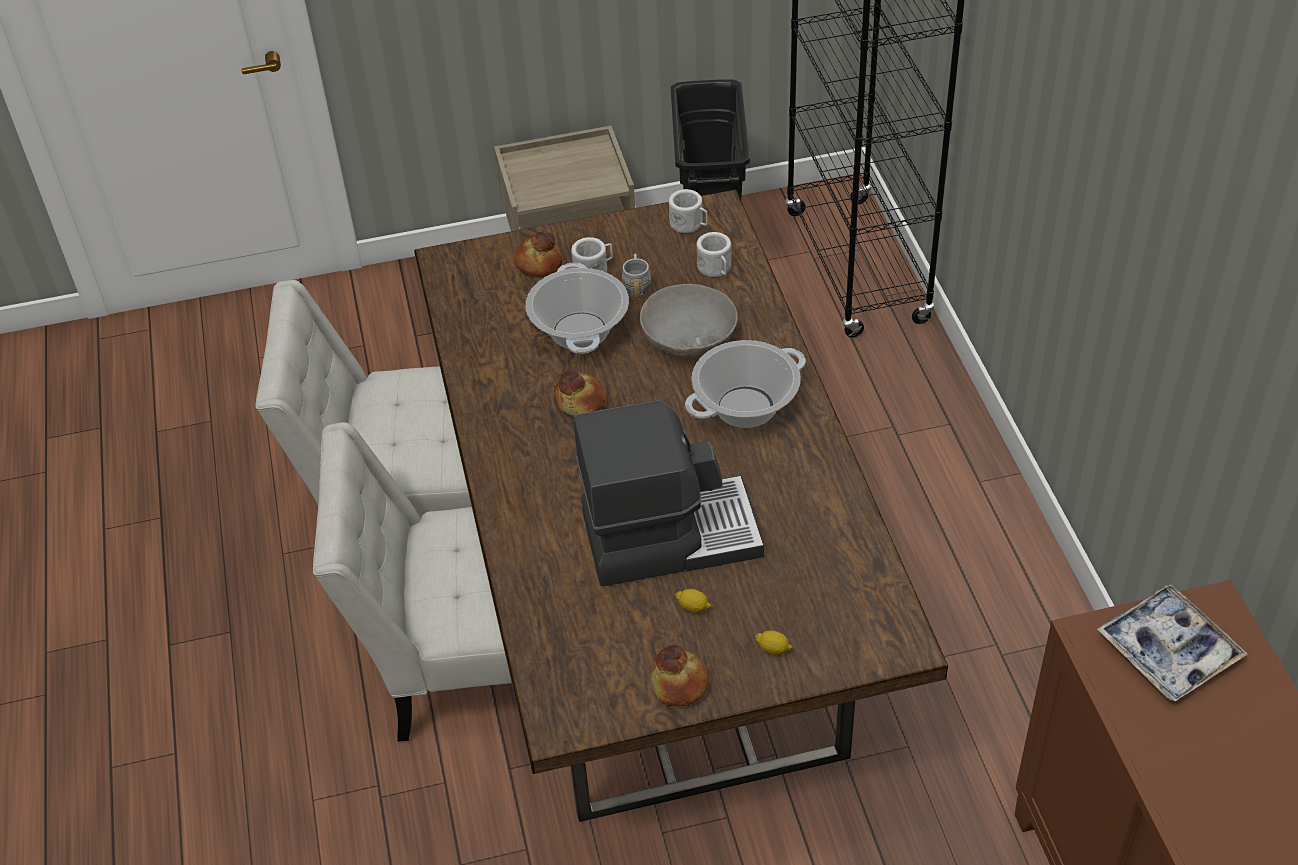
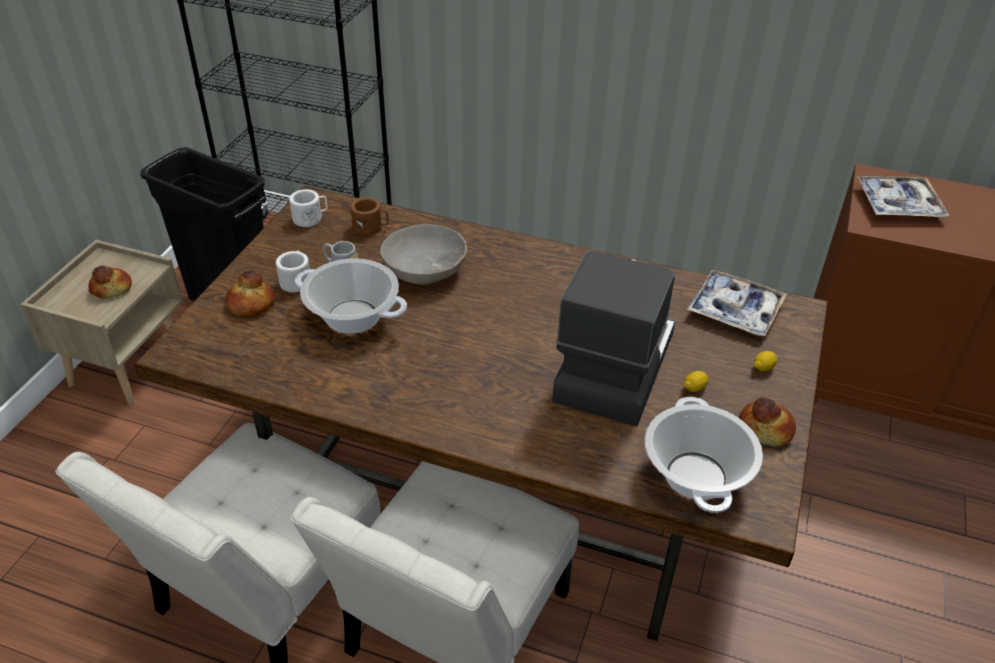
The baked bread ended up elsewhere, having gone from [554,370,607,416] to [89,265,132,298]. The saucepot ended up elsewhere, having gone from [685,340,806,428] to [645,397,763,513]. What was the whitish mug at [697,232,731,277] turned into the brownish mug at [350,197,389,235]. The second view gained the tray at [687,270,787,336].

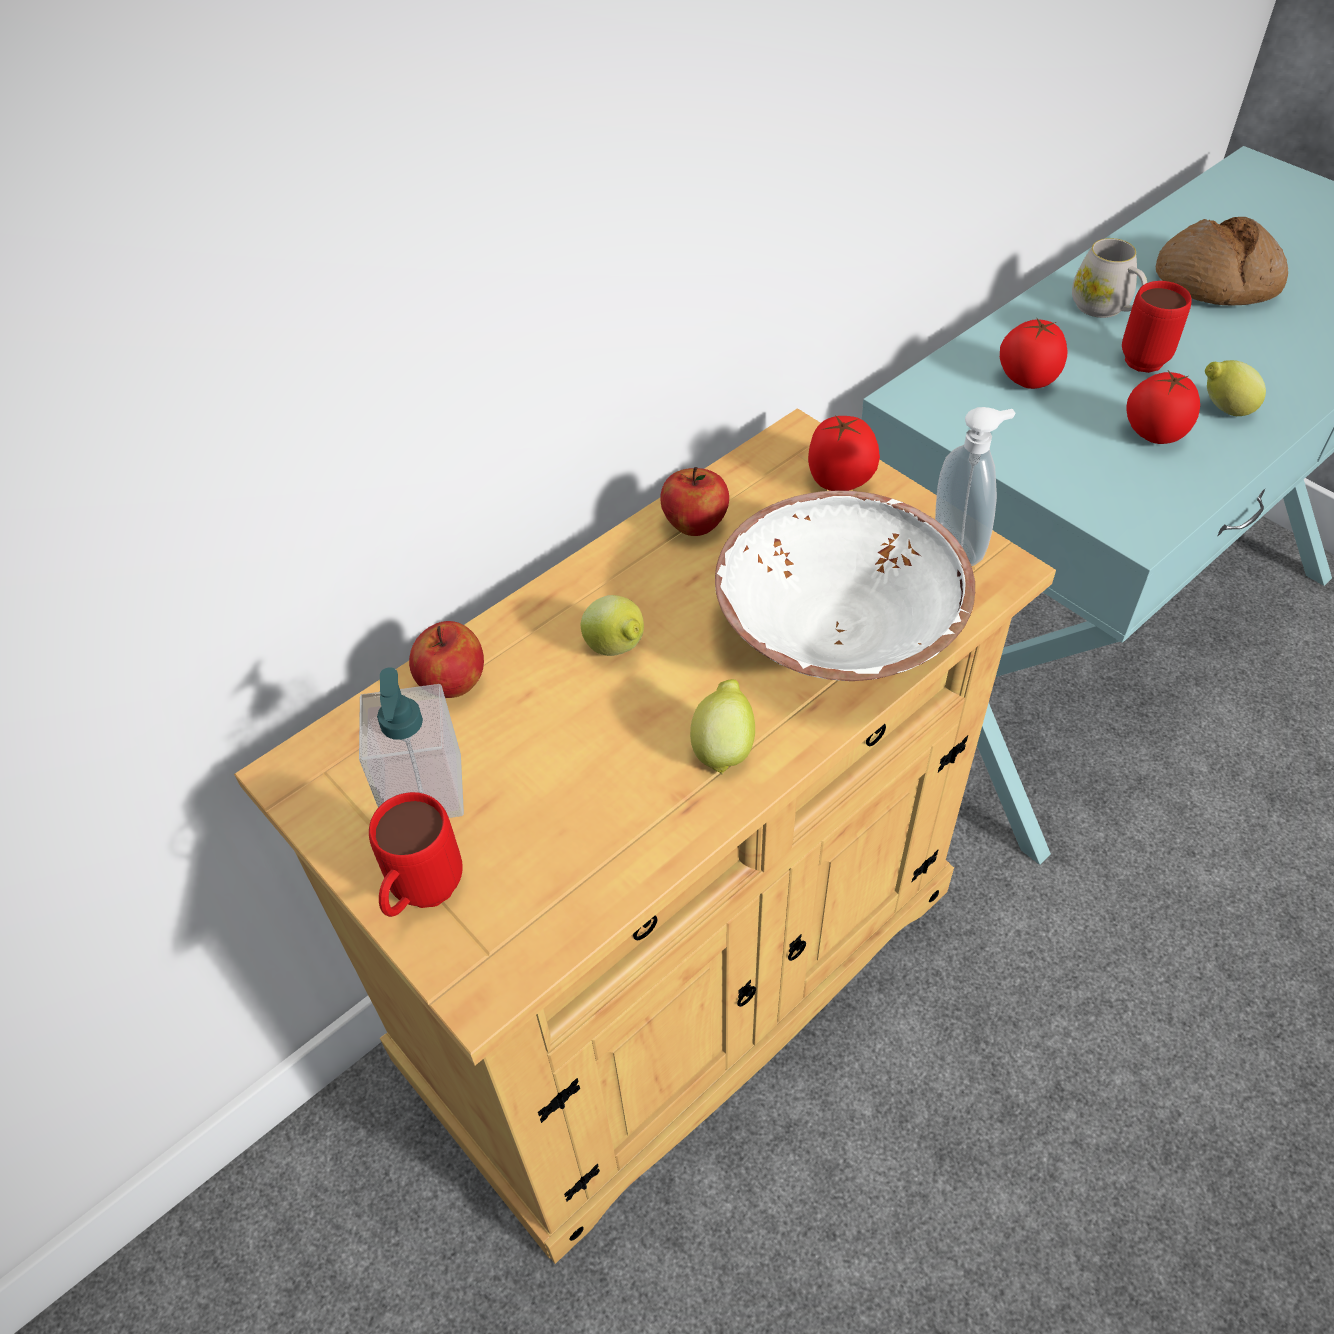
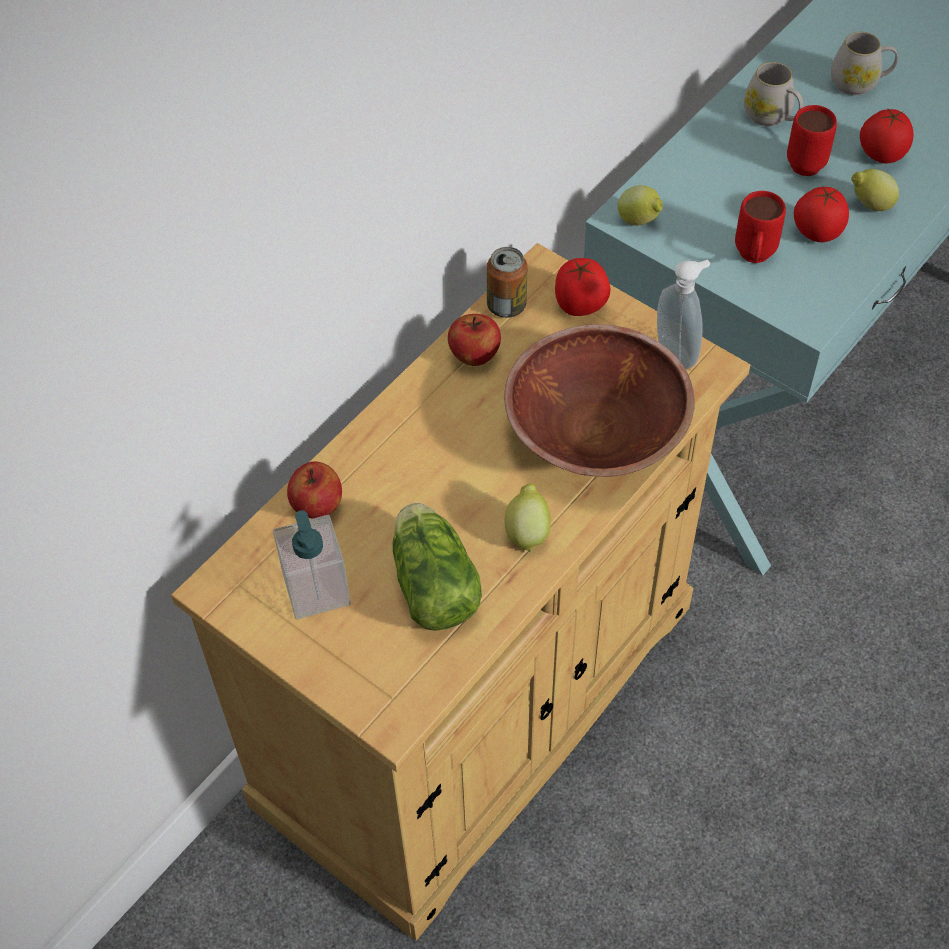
The red-coloured mug ended up elsewhere, having gone from [369,792,463,917] to [735,191,786,263]. The lemon ended up elsewhere, having gone from [581,595,644,656] to [618,185,663,226]. What was the whitish deep dish at [715,490,975,681] turned into the brownish deep dish at [504,324,695,477]. The fresh tomato ended up elsewhere, having gone from [1000,317,1067,389] to [860,109,914,163]. Where the baked bread stood at [1156,217,1288,305], the whitish mug came to stand at [831,32,898,95]. The second view gained the lettuce head at [393,503,482,631]. The second view gained the metal can at [487,247,528,318].

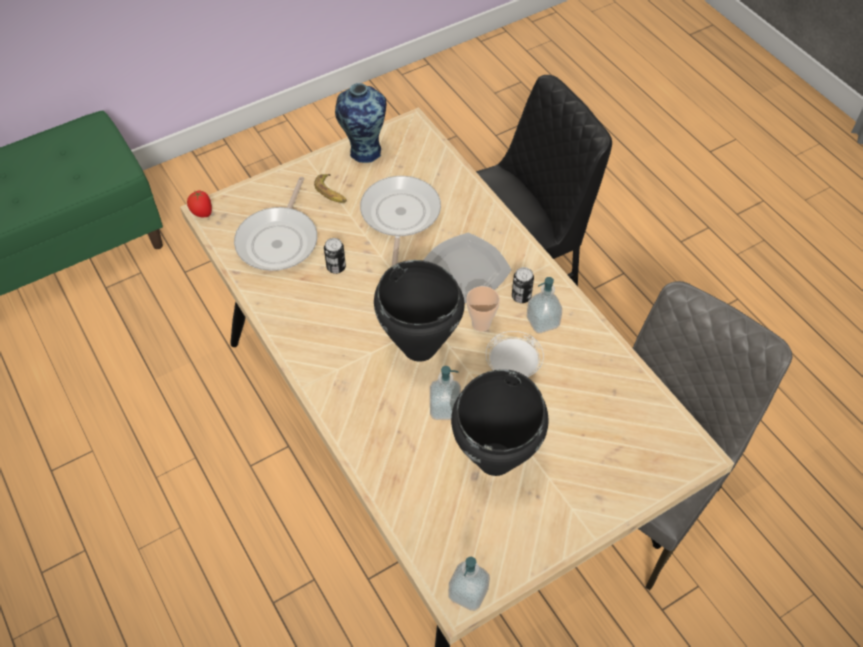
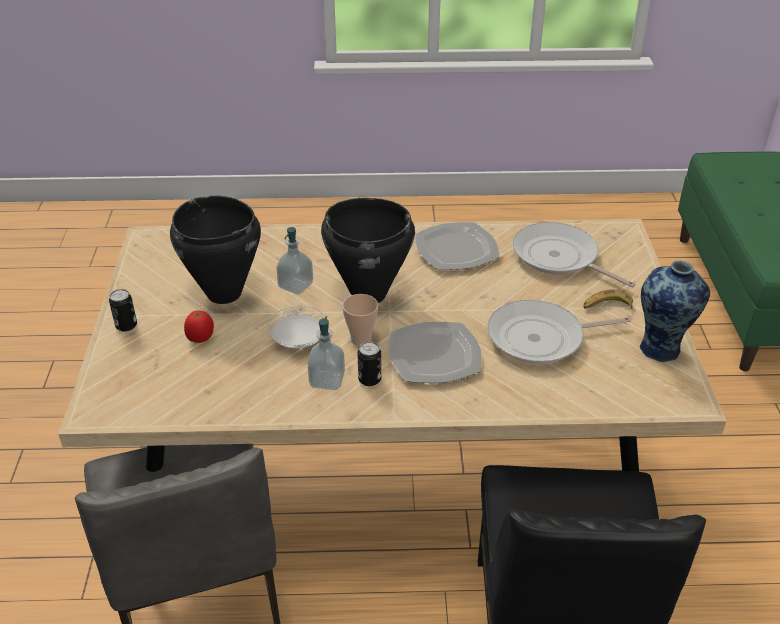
The fresh tomato ended up elsewhere, having gone from [187,191,212,217] to [184,310,214,343]. The metal can ended up elsewhere, having gone from [324,238,346,274] to [109,289,137,331]. The frying pan at [360,176,441,266] ended up facing another way, 135 degrees clockwise from before. The second view lost the liquid soap bottle at [448,557,490,611]. The second view gained the dinner plate at [415,222,500,270].

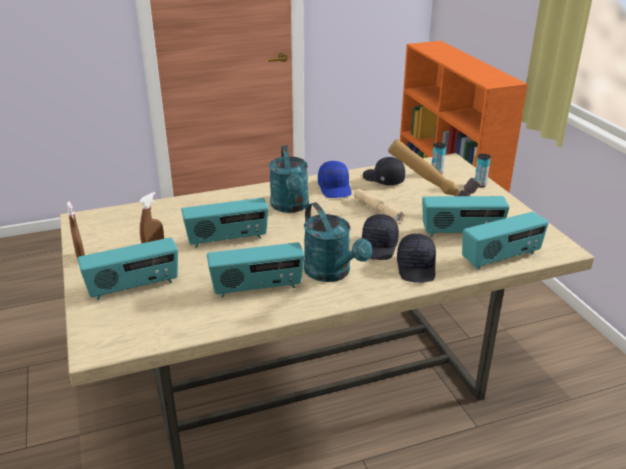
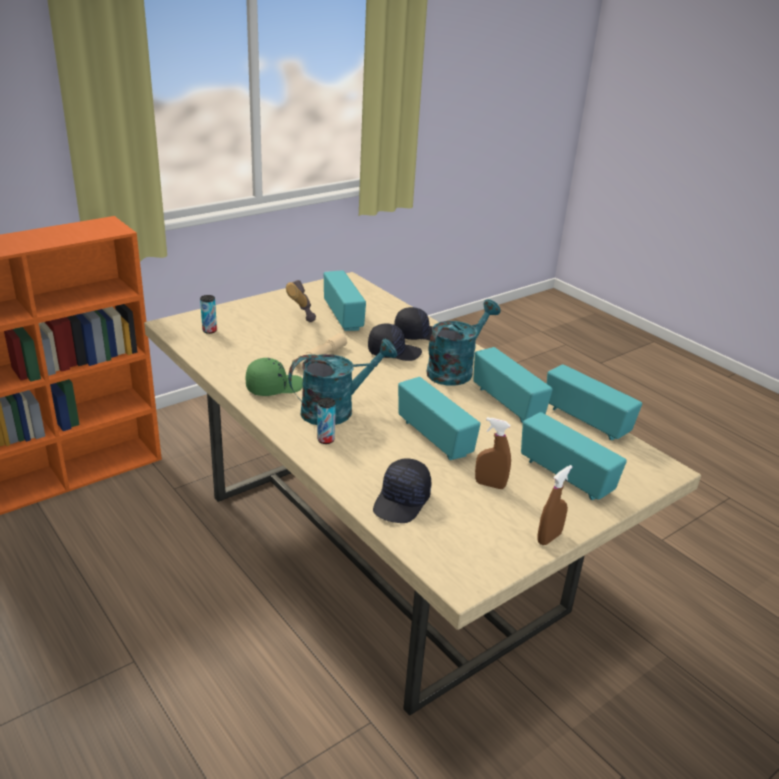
What was the bluish cap at [318,161,351,198] turned into the green cap at [246,358,303,396]. The black-coloured cap ended up elsewhere, having gone from [363,157,405,185] to [373,458,432,523]. The radio set ended up elsewhere, having gone from [462,212,549,270] to [547,364,642,440]. The metal can ended up elsewhere, having gone from [475,154,491,187] to [317,397,336,444].

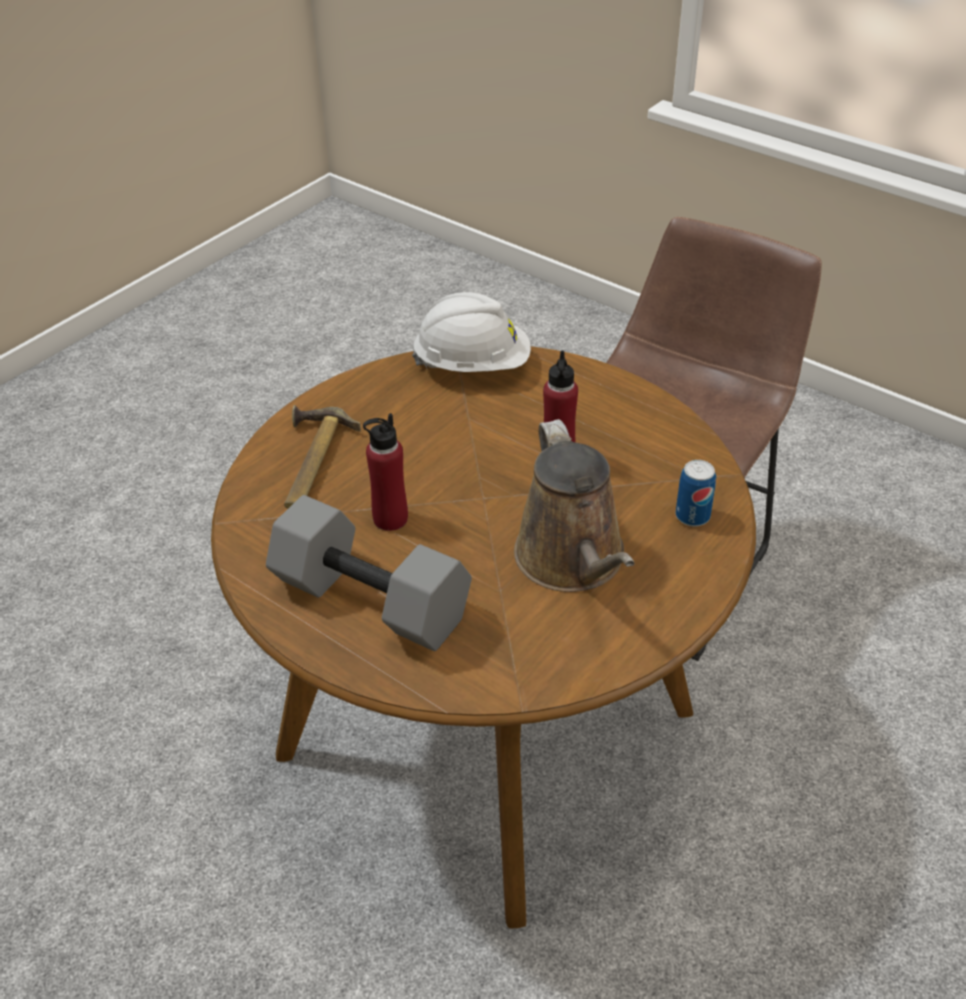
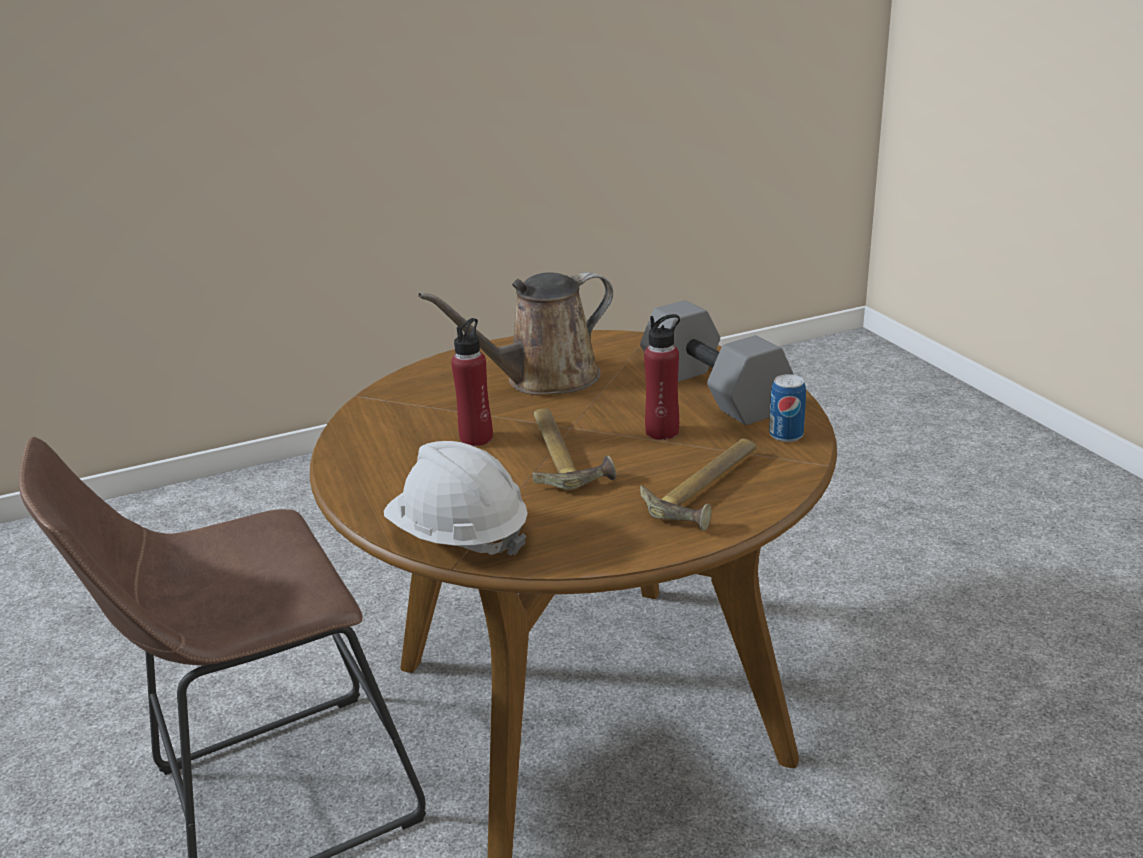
The brownish sprinkling can at [514,419,635,592] ended up facing another way, 135 degrees counterclockwise from before. The metal can ended up elsewhere, having gone from [676,460,716,527] to [769,374,806,442]. The second view gained the hand hammer at [532,408,617,490].

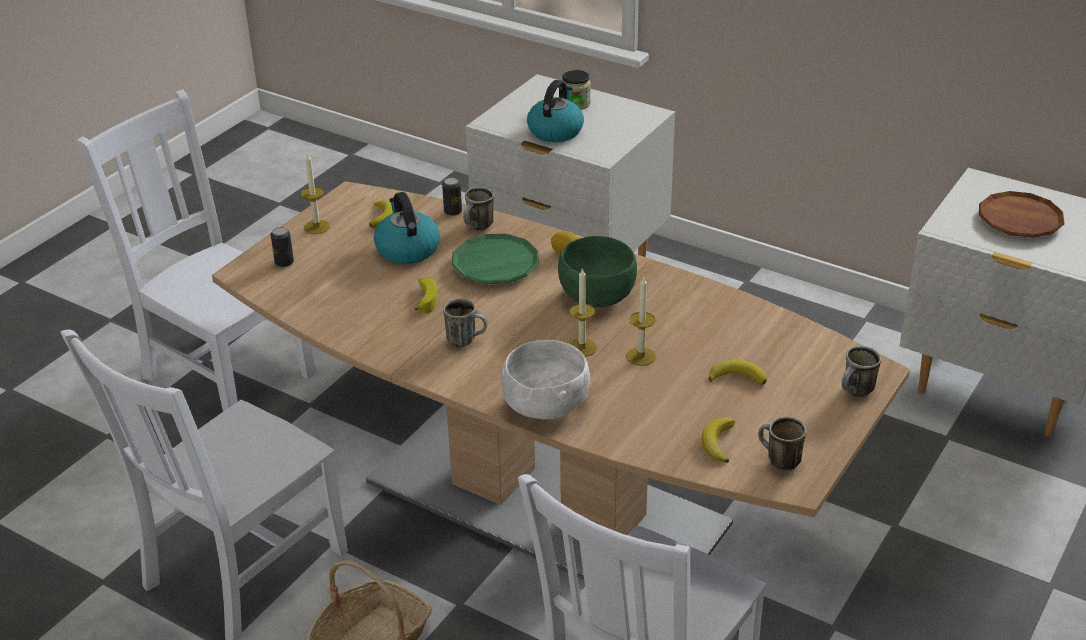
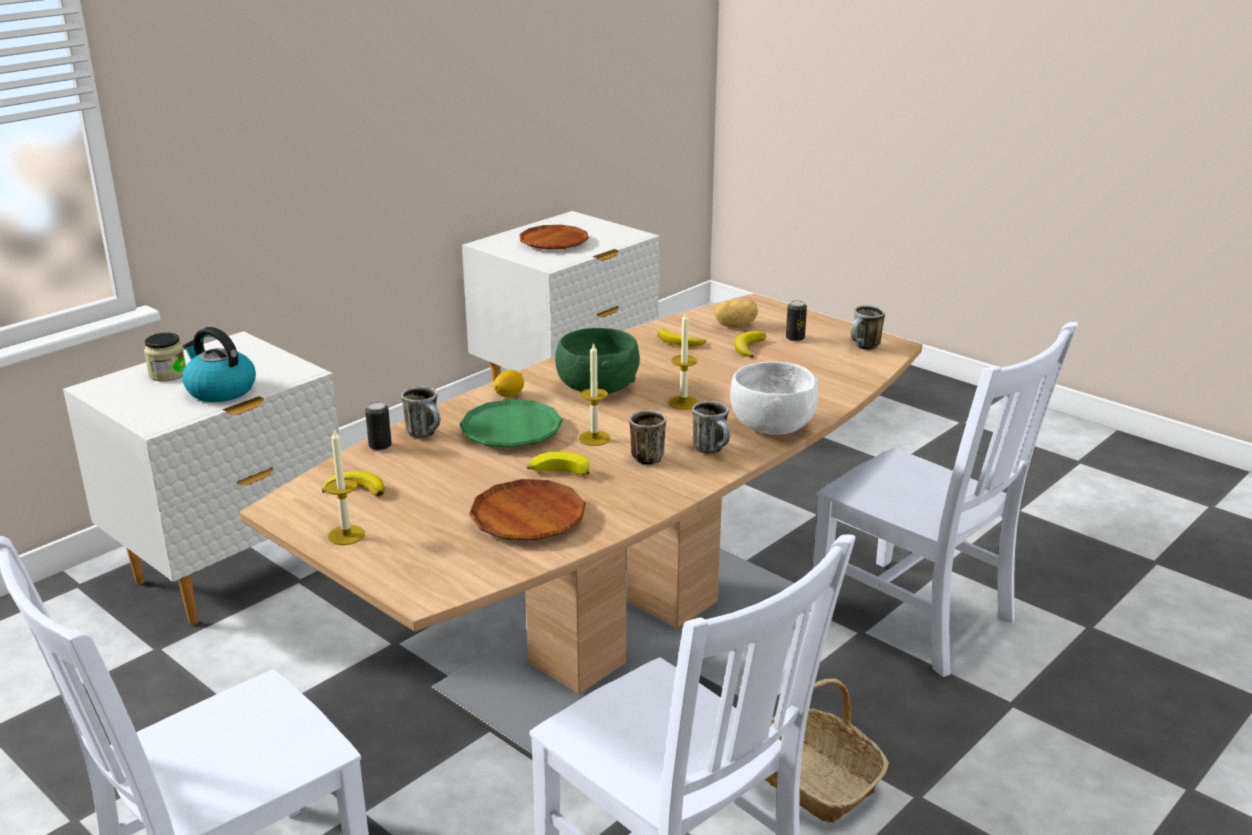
The metal can ended up elsewhere, having gone from [270,227,294,267] to [786,301,807,341]. The second view lost the water kettle at [374,192,440,264]. The candle ended up elsewhere, having gone from [626,276,656,366] to [579,342,610,446]. The banana fruit ended up elsewhere, having gone from [702,417,735,463] to [657,329,706,346]. The mug ended up elsewhere, having gone from [841,346,881,397] to [692,401,730,453]. The second view gained the brownish dinner plate at [469,479,586,541]. The second view gained the potato at [714,299,758,328].

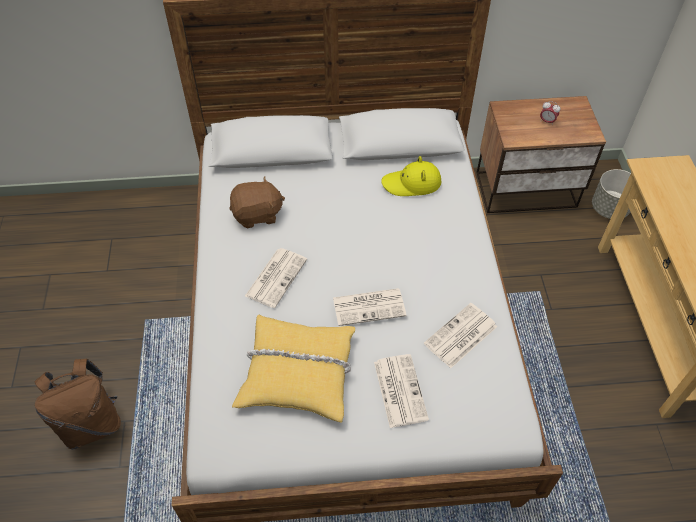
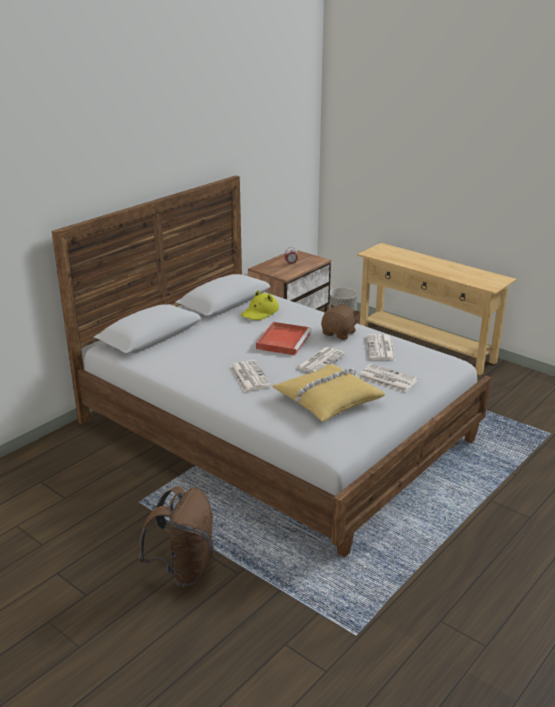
The brownish cuddly toy ended up elsewhere, having gone from [229,176,285,228] to [321,305,360,340]. The second view gained the red-coloured tray at [256,322,312,355].

